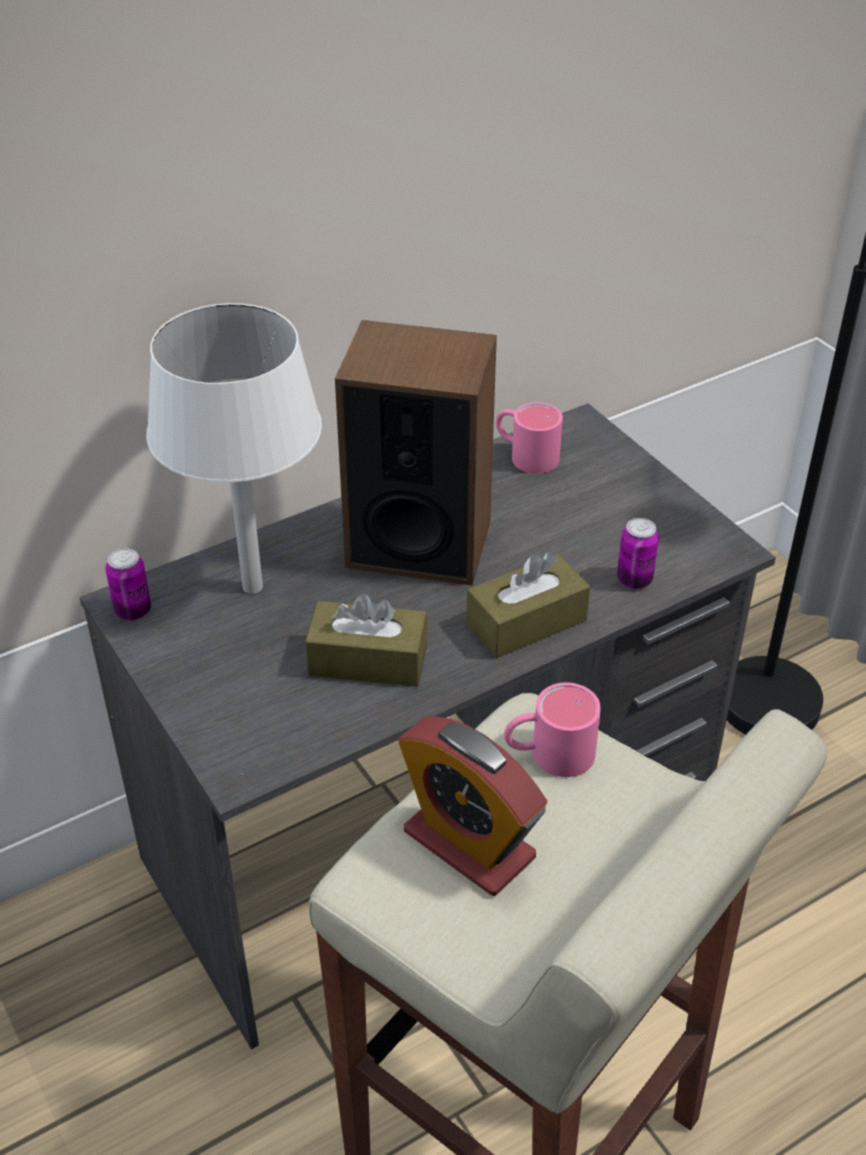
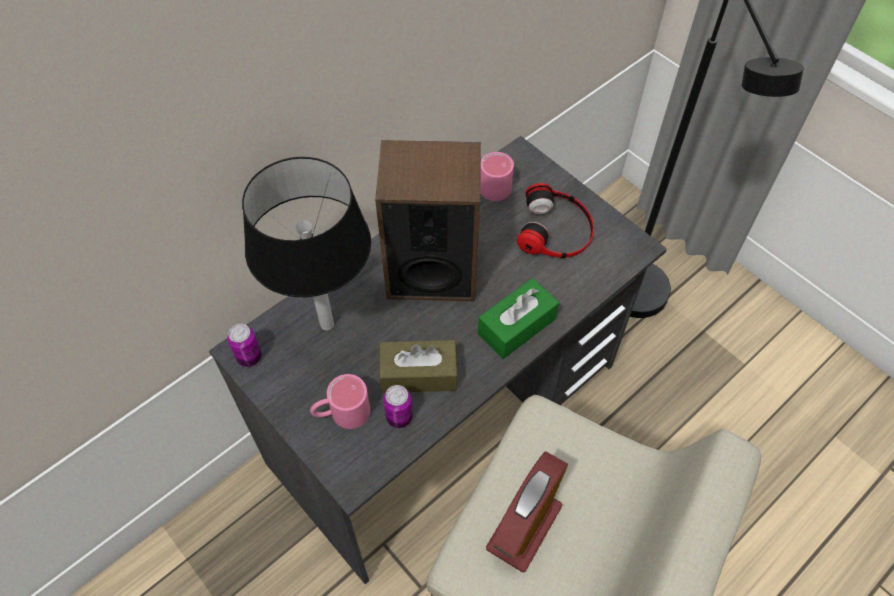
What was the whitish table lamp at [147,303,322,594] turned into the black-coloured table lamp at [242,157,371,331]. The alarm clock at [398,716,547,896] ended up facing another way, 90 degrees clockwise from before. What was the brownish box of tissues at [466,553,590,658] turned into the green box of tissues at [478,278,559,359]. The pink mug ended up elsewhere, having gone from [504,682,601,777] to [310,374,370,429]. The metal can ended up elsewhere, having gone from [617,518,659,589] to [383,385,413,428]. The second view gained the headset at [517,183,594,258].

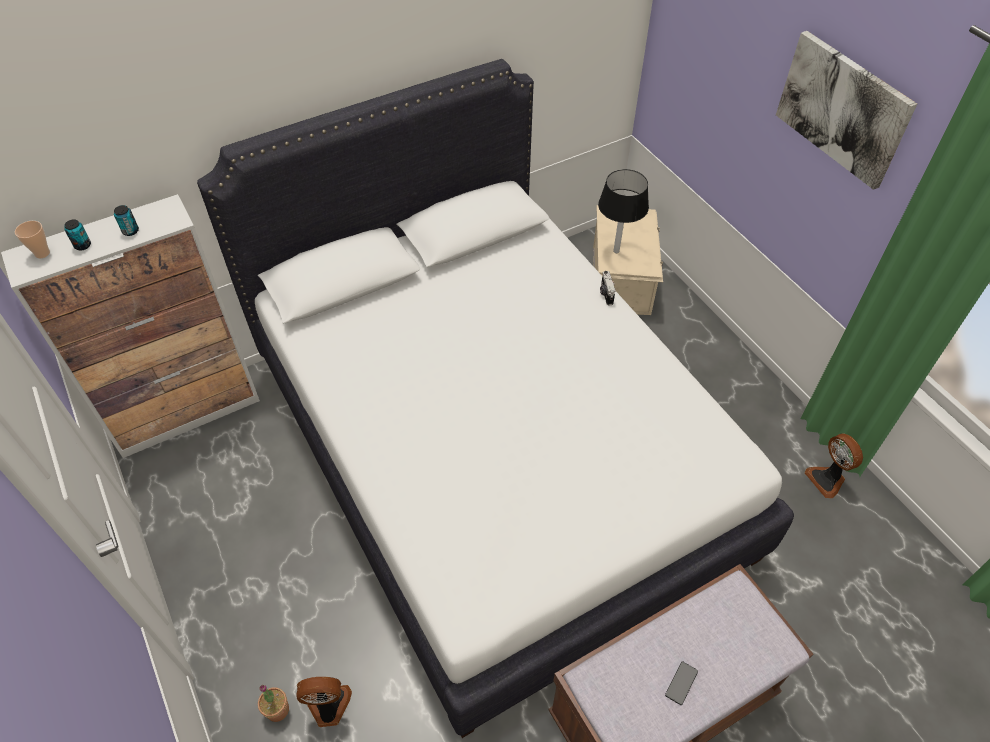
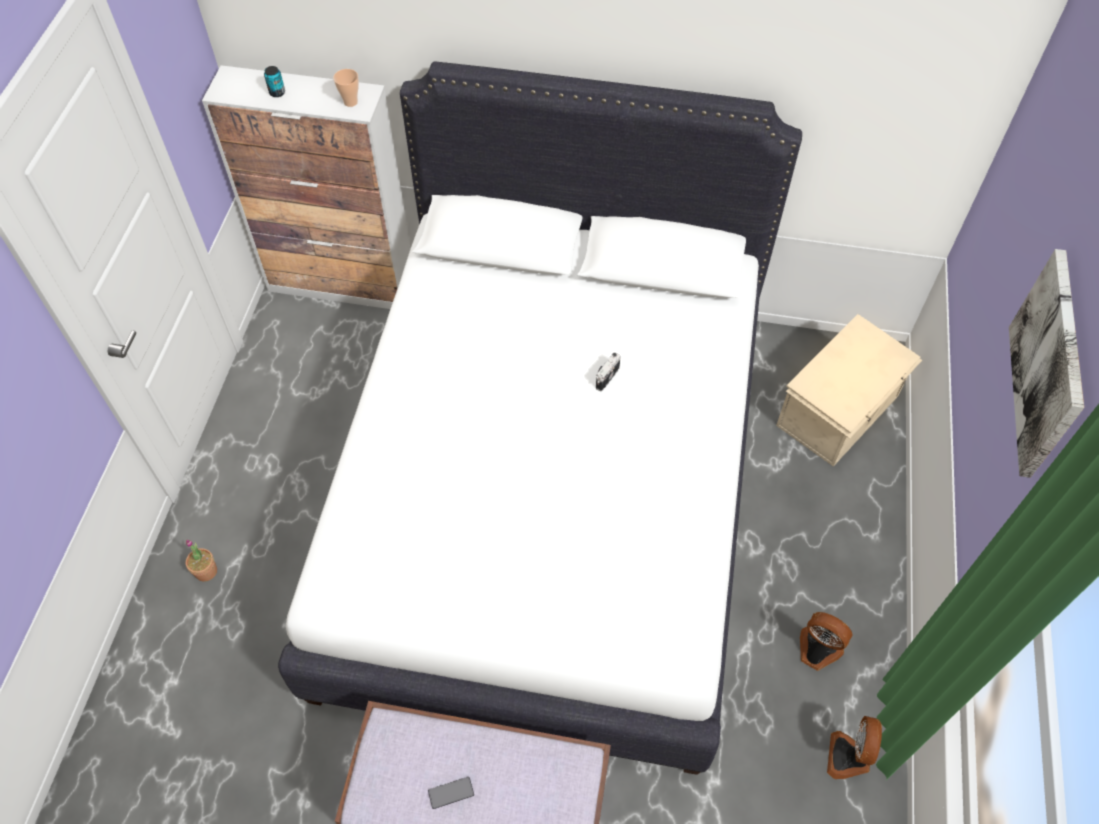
The cup ended up elsewhere, having gone from [15,221,50,258] to [333,69,359,107]. The second view lost the metal can at [114,205,139,236]. The fan ended up elsewhere, having gone from [296,677,352,727] to [800,612,853,671]. The second view lost the black-coloured table lamp at [598,169,649,253]. The photo camera ended up elsewhere, having gone from [600,271,616,305] to [596,353,621,391].

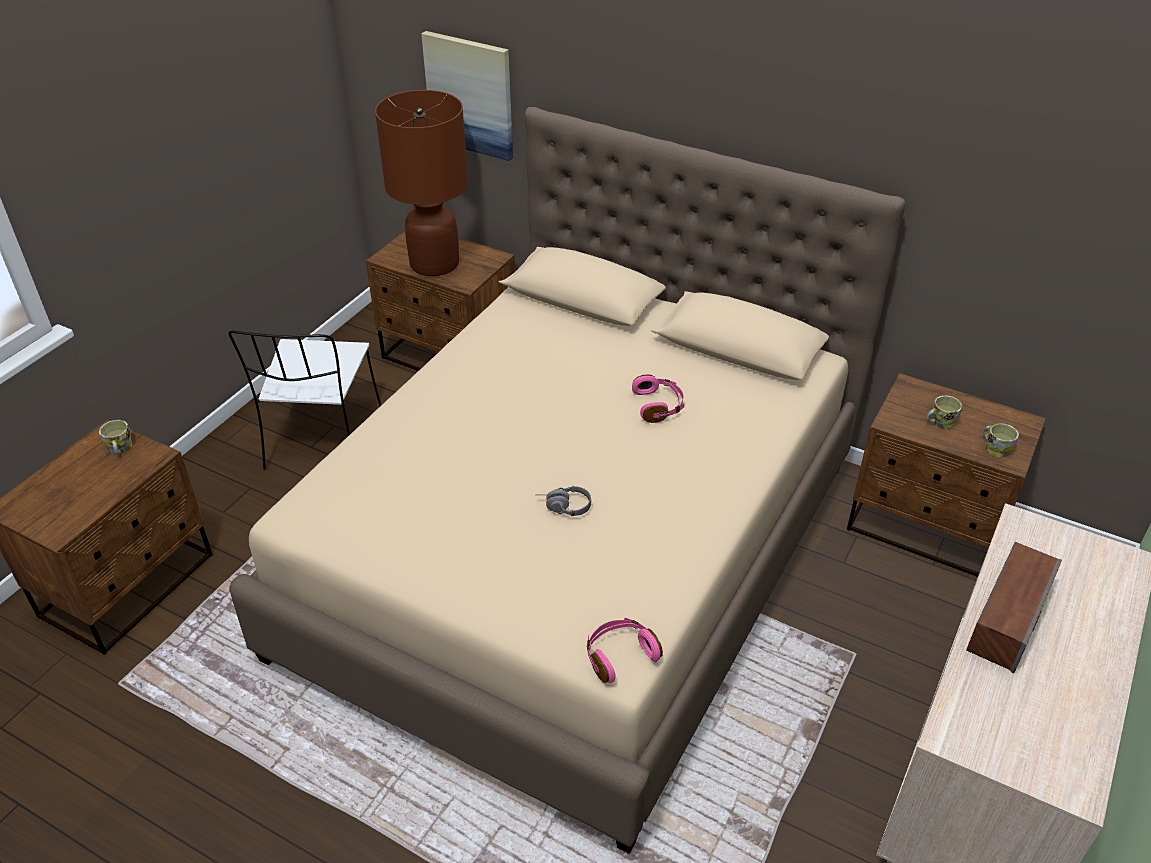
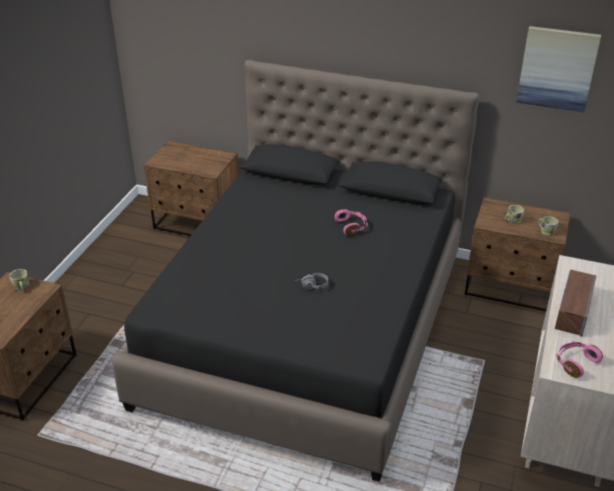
The second view lost the whitish chair at [228,331,381,470]. What was the beige bedroom bed at [229,107,906,854] turned into the black-coloured bedroom bed at [112,60,479,482]. The second view lost the brownish table lamp at [375,90,468,276]. The picture ended up elsewhere, having gone from [421,31,513,161] to [516,26,601,112]. The pink headset ended up elsewhere, having gone from [587,618,663,683] to [556,341,603,378].

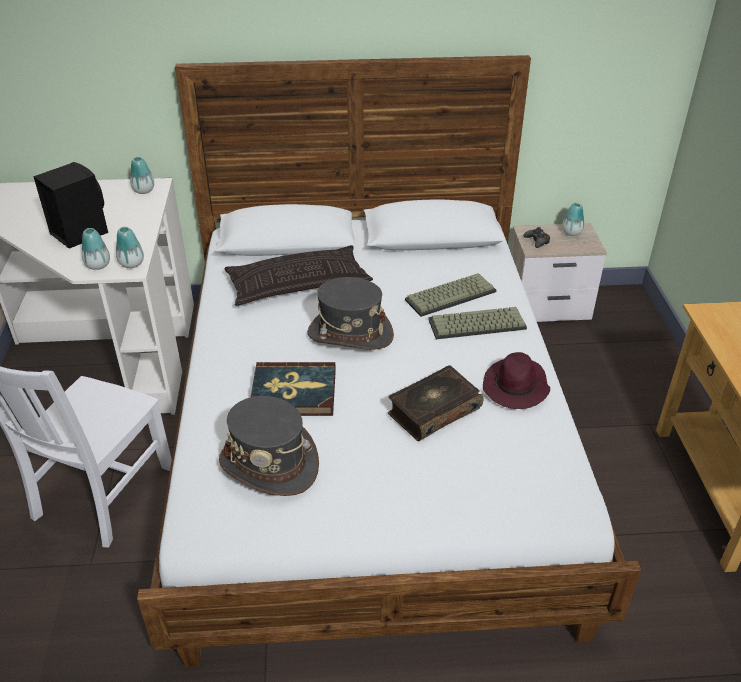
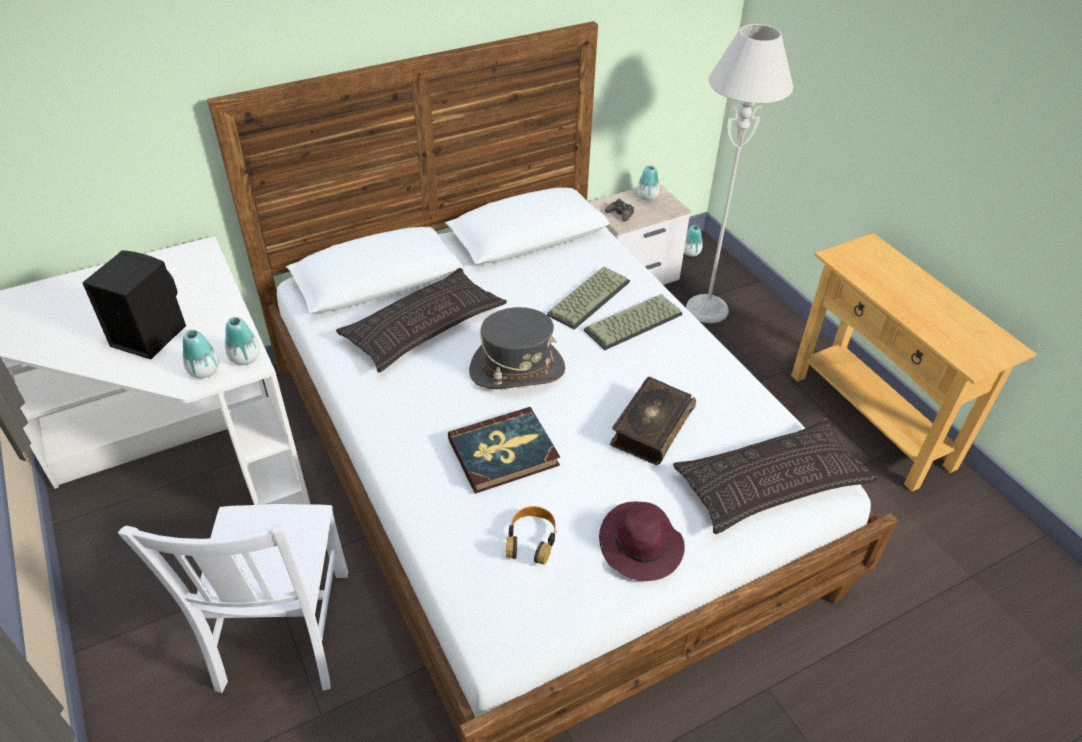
The flower vase ended up elsewhere, having gone from [130,157,154,194] to [684,225,702,257]. Where the gray hat stood at [219,396,319,496], the headset came to stand at [506,506,557,565]. The purple-coloured hat ended up elsewhere, having gone from [483,352,550,409] to [599,502,685,581]. The second view gained the cushion at [673,418,880,534]. The second view gained the gray standing lamp at [686,24,793,323].

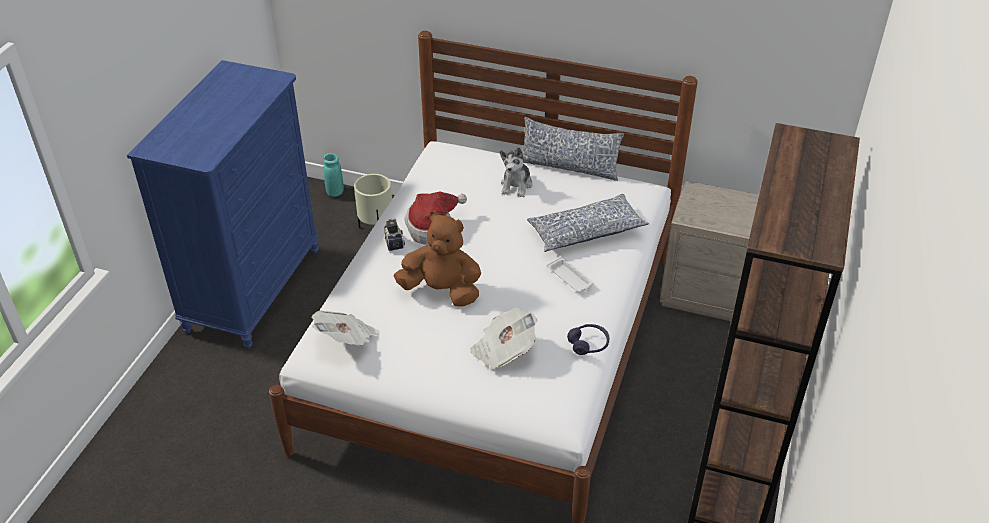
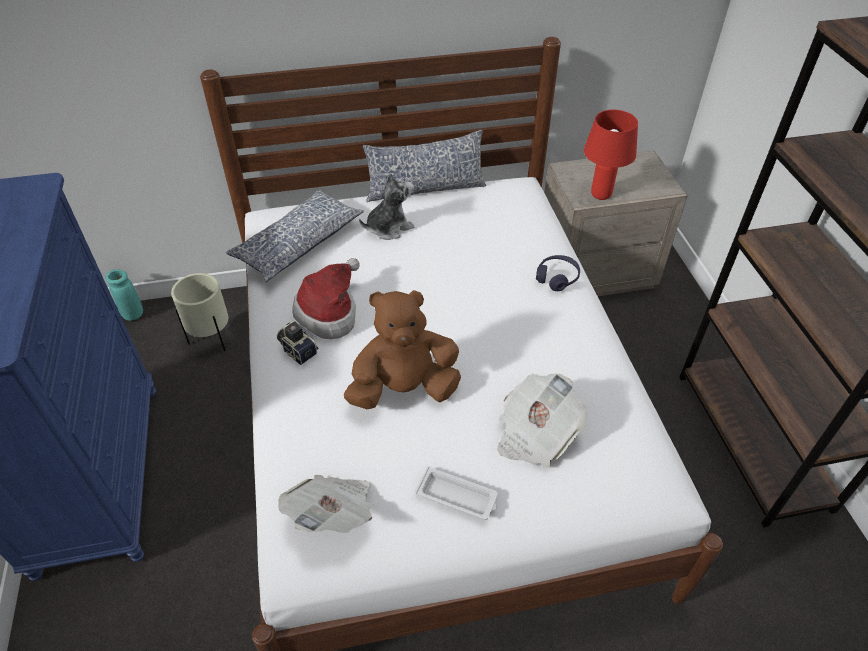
The cuddly toy at [500,147,533,197] ended up facing another way, 105 degrees counterclockwise from before. The cushion ended up elsewhere, having gone from [527,194,649,252] to [226,189,364,282]. The whitish tray ended up elsewhere, having gone from [547,256,594,292] to [415,466,498,520]. The purple-coloured headset ended up elsewhere, having gone from [567,324,609,355] to [536,255,580,291]. The second view gained the red-coloured table lamp at [584,110,638,200].

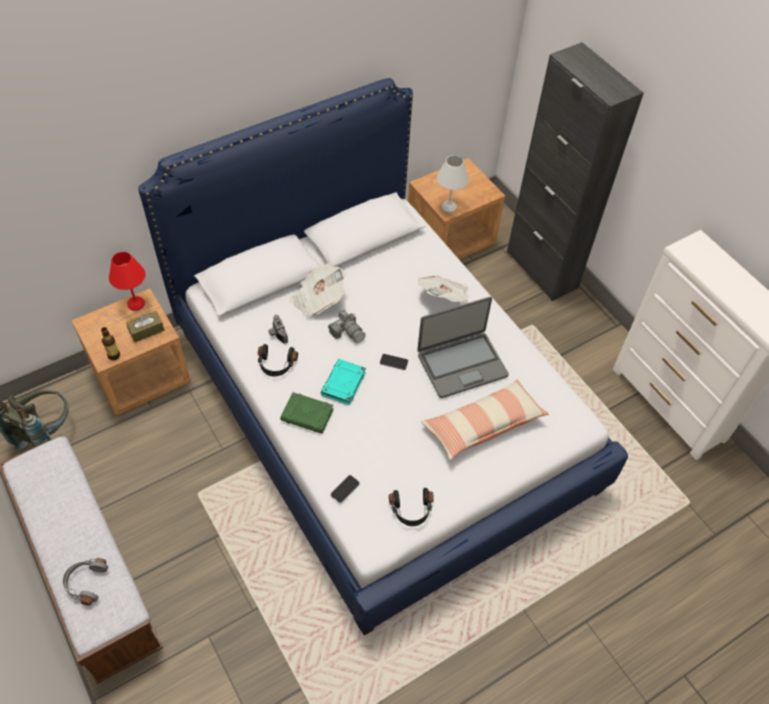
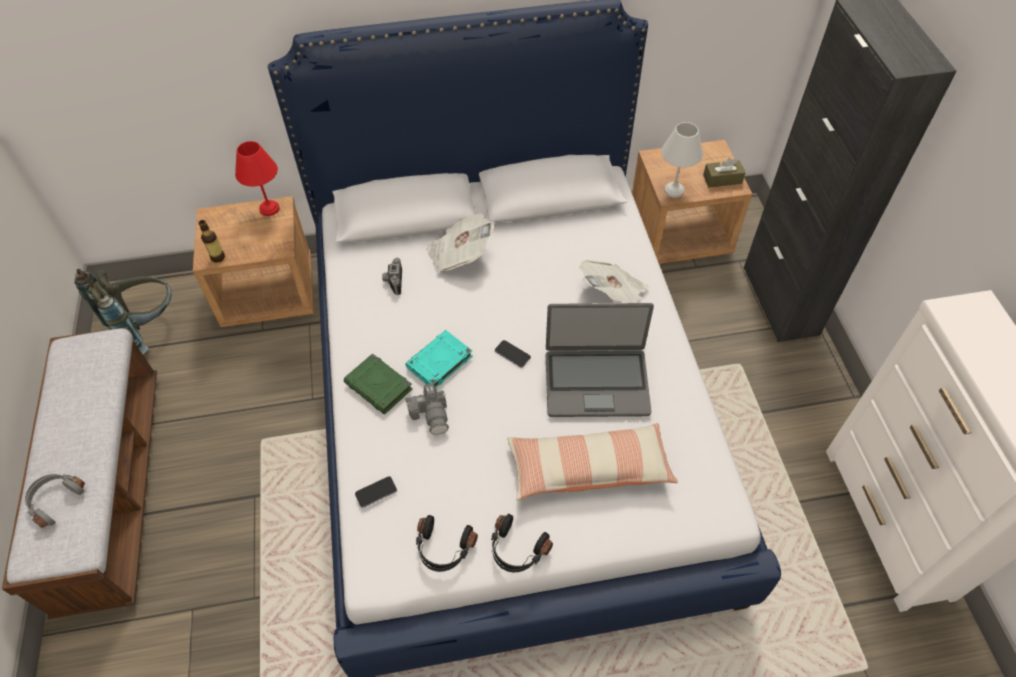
The brownish box of tissues ended up elsewhere, having gone from [126,311,164,342] to [703,157,745,188]. The black-coloured headset ended up elsewhere, having gone from [258,344,298,377] to [491,514,553,573]. The photo camera ended up elsewhere, having gone from [328,310,366,343] to [405,384,449,435].

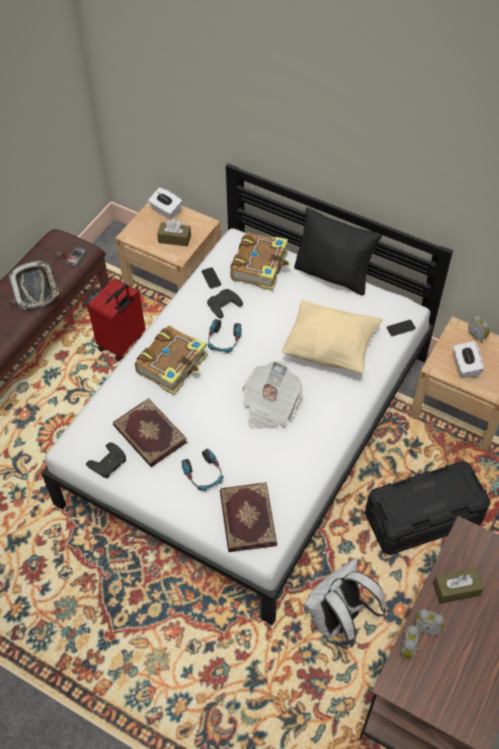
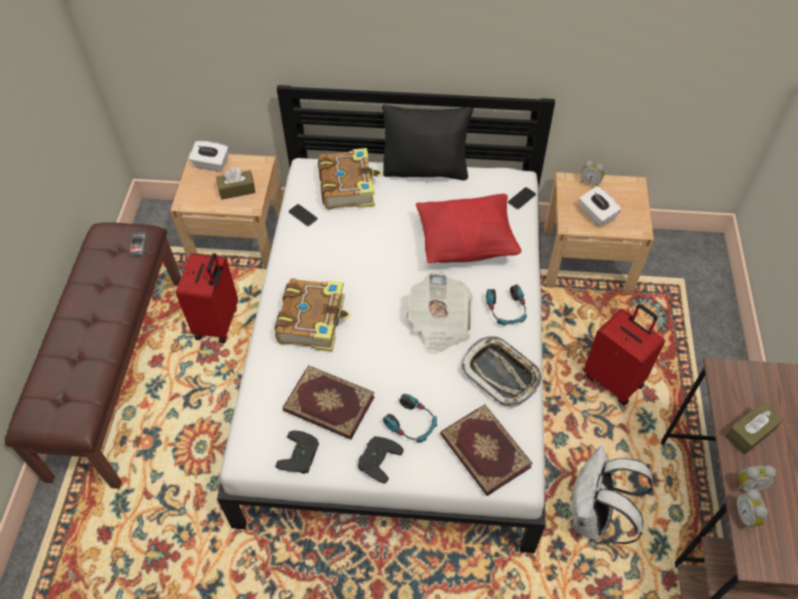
The tray ended up elsewhere, having gone from [9,261,59,310] to [460,336,543,407]. The black-coloured game controller ended up elsewhere, having gone from [207,289,243,319] to [358,436,404,484]. The headset ended up elsewhere, having gone from [208,319,242,353] to [486,284,527,326]. What was the beige cushion at [282,300,382,373] turned into the red-coloured cushion at [416,194,522,263]. Where the black-coloured storage box stood at [365,461,491,555], the red-coloured suitcase came to stand at [584,304,665,405].

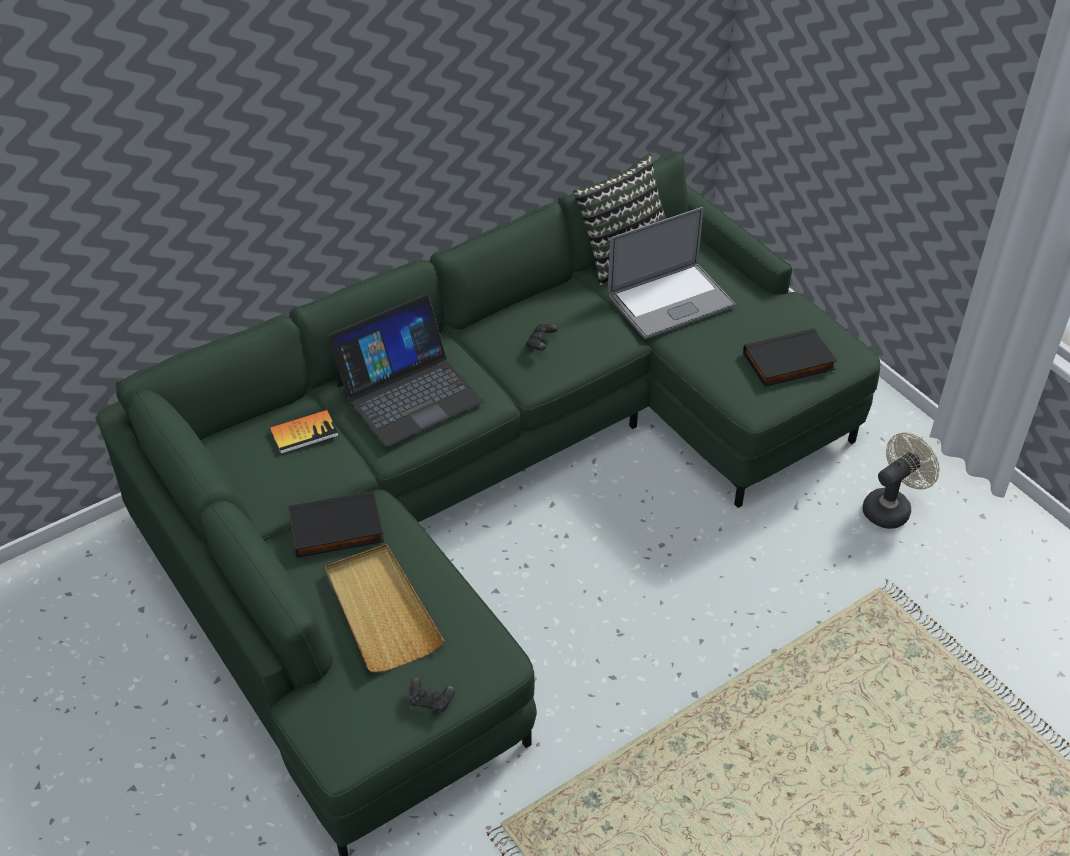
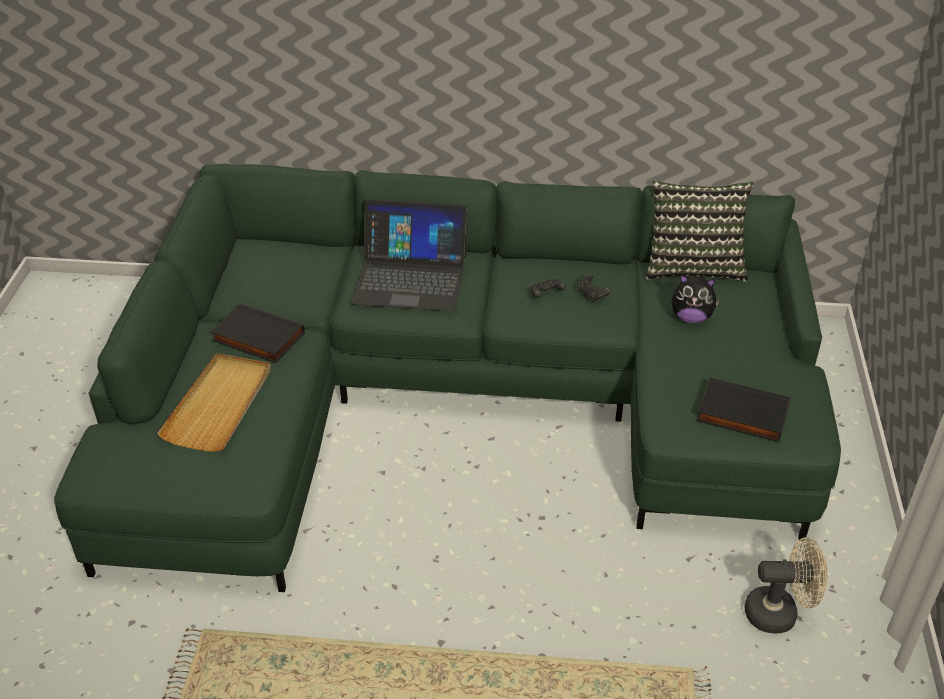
The second view lost the volume at [270,410,339,454]. The black-coloured game controller ended up elsewhere, having gone from [409,677,455,713] to [577,274,611,303]. Where the portable computer stood at [608,207,736,339], the cuddly toy came to stand at [671,274,720,323].

